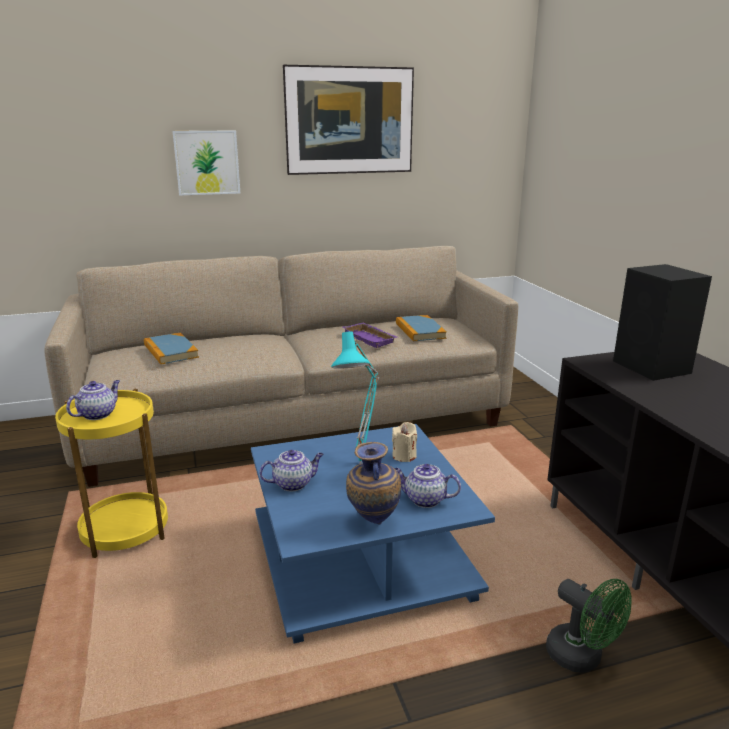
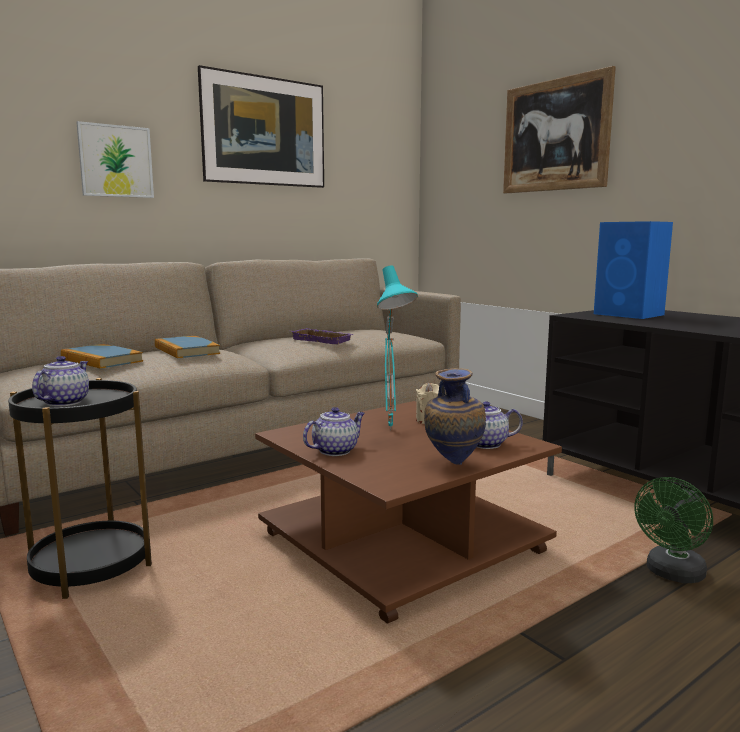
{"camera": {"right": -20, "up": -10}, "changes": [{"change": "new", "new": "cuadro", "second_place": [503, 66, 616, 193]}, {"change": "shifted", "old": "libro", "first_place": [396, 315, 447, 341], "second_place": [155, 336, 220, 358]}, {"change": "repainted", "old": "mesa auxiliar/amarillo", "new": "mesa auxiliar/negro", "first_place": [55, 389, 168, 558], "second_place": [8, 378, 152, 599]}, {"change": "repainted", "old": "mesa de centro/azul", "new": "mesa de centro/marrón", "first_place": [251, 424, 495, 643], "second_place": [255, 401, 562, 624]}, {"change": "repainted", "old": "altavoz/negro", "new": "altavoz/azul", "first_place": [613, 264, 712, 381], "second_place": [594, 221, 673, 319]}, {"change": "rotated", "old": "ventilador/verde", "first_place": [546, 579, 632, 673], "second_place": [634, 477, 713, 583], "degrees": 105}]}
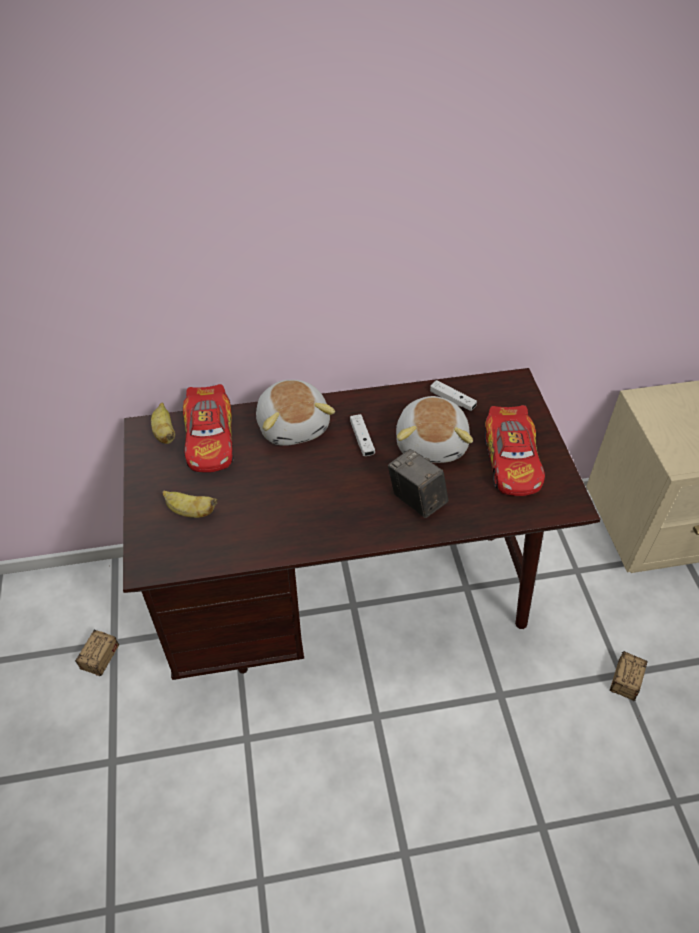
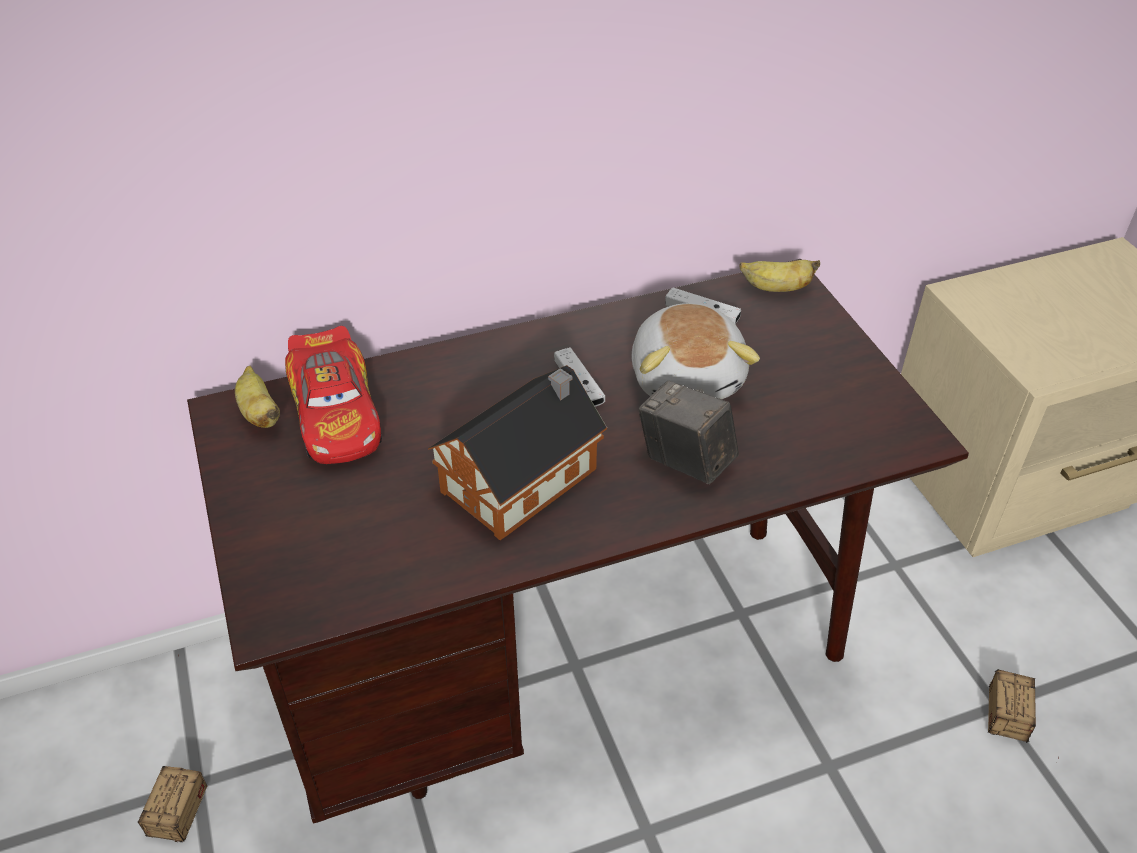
{"camera": {"right": -10, "up": -5}, "changes": [{"change": "gone", "old": "peluche", "first_place": [256, 380, 335, 446]}, {"change": "gone", "old": "coche de juguete", "first_place": [485, 405, 545, 496]}, {"change": "new", "new": "casita", "second_place": [428, 365, 607, 540]}, {"change": "shifted", "old": "plátano", "first_place": [163, 491, 217, 518], "second_place": [740, 260, 820, 292]}]}
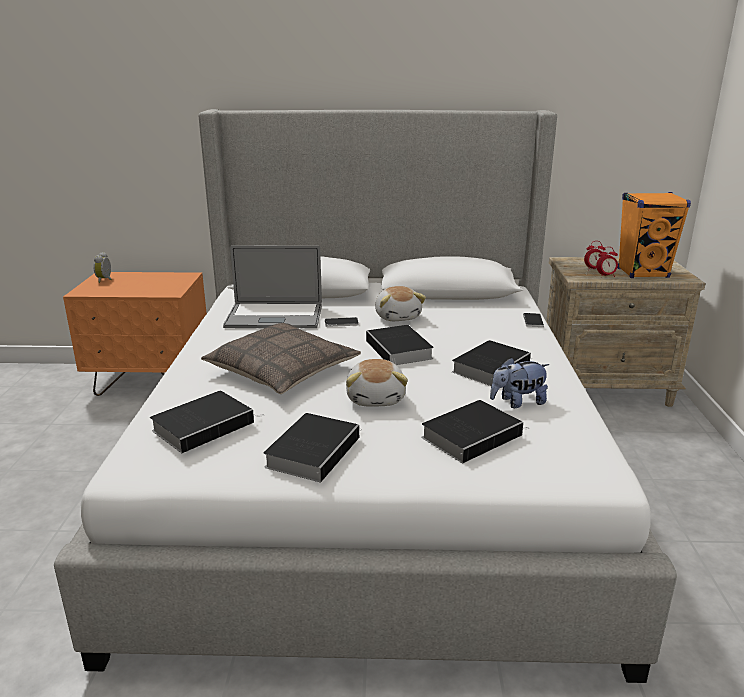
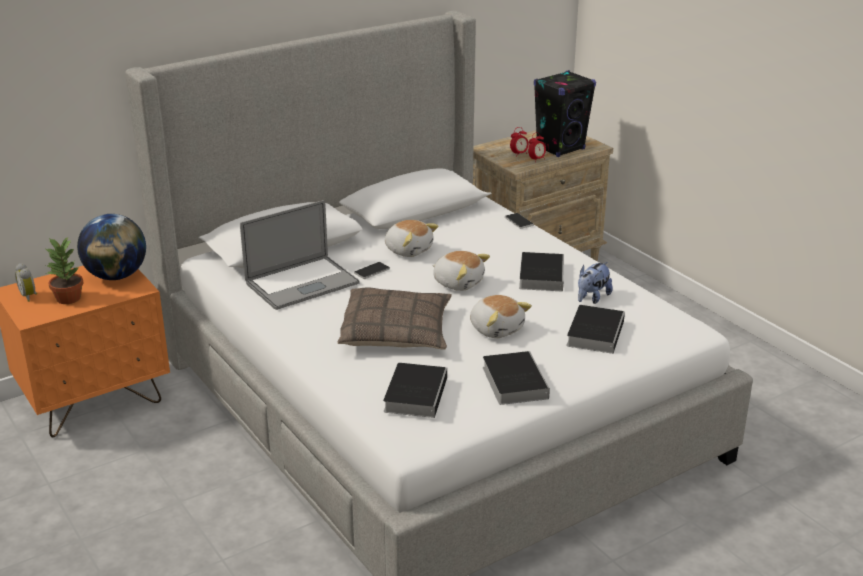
{"camera": {"right": -35, "up": 5}, "changes": [{"change": "new", "new": "planta en maceta", "second_place": [46, 237, 84, 304]}, {"change": "new", "new": "globo terráqueo", "second_place": [77, 214, 146, 280]}, {"change": "swapped", "old": "libro", "new": "peluche", "first_place": [366, 325, 434, 365], "second_place": [432, 251, 490, 291]}, {"change": "repainted", "old": "altavoz/naranja", "new": "altavoz/negro", "first_place": [618, 192, 691, 278], "second_place": [534, 70, 596, 157]}]}
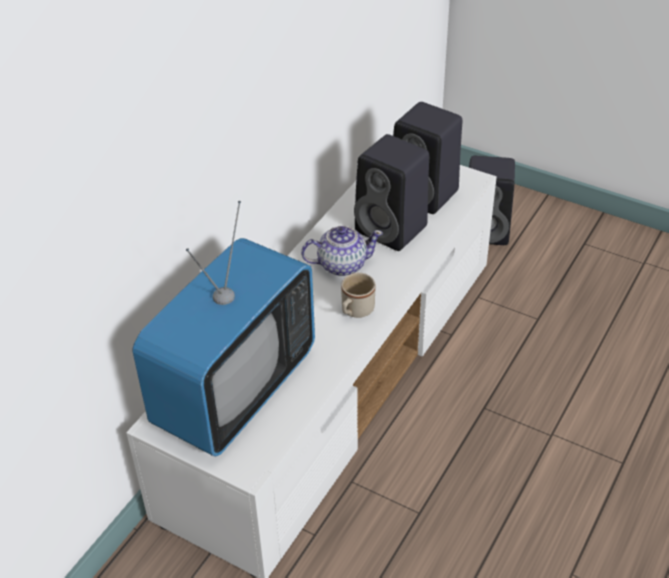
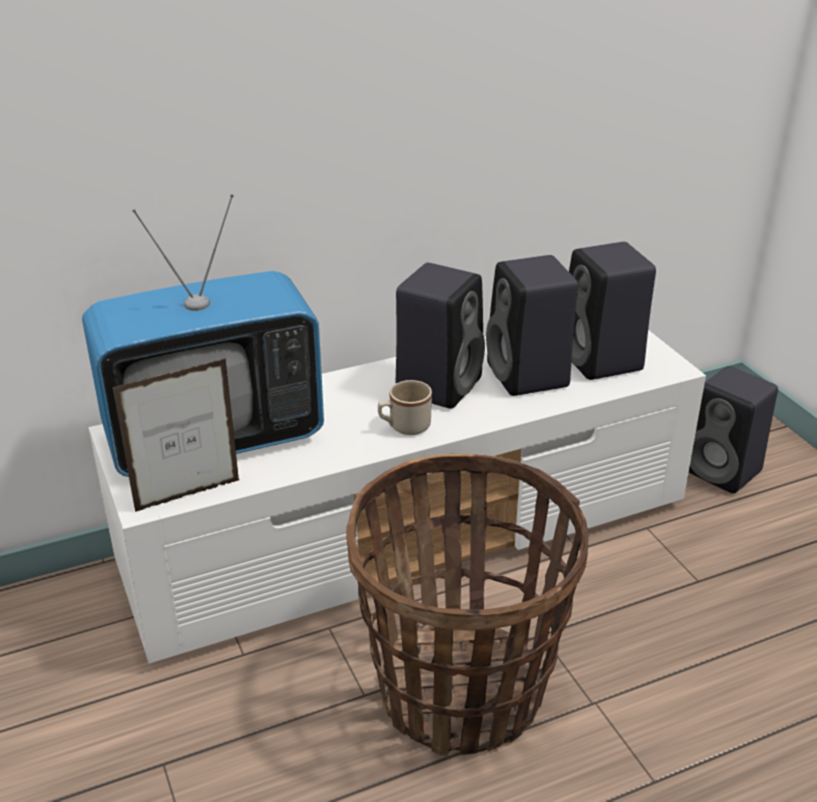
{"camera": {"right": 35, "up": -10}, "changes": [{"change": "new", "new": "portarretratos", "second_place": [113, 358, 239, 512]}, {"change": "new", "new": "cesta", "second_place": [346, 454, 589, 757]}, {"change": "swapped", "old": "tetera", "new": "altavoz/negro", "first_place": [301, 226, 383, 276], "second_place": [395, 263, 485, 409]}]}
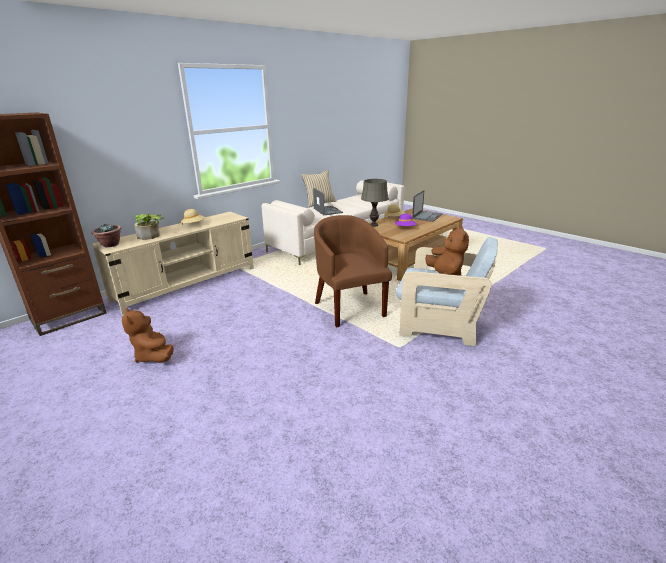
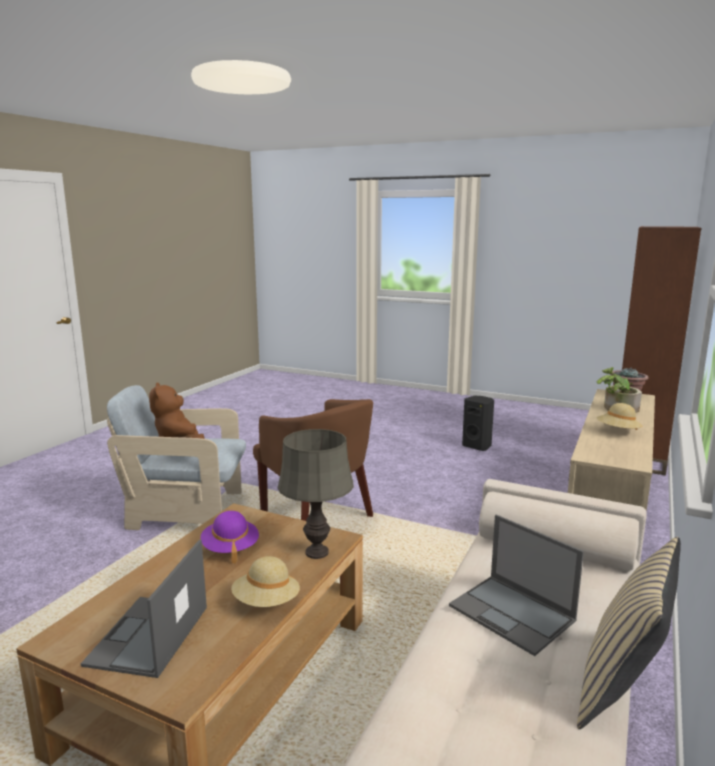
{"camera": {"right": 160, "up": -10}, "changes": [{"change": "swapped", "old": "peluche/marrón", "new": "altavoz/negro", "first_place": [122, 308, 174, 363], "second_place": [462, 396, 494, 451]}]}
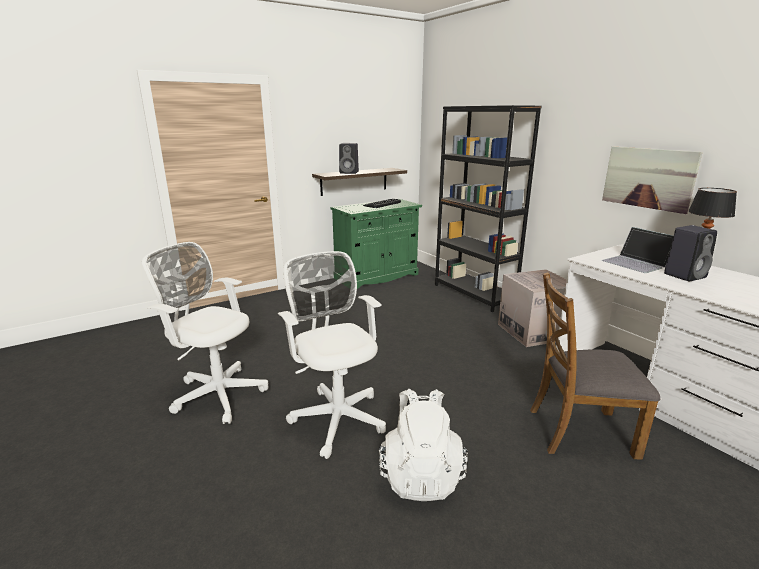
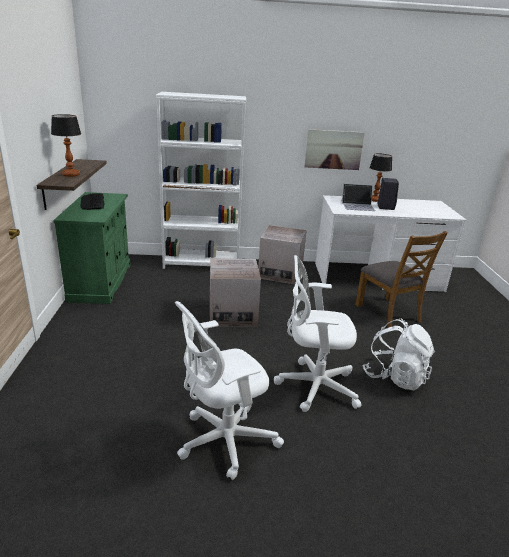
{"camera": {"right": -60, "up": 5}, "changes": [{"change": "new", "new": "caja de cartón", "second_place": [210, 259, 261, 327]}, {"change": "swapped", "old": "altavoz/negro", "new": "lámpara de mesa", "first_place": [339, 143, 359, 174], "second_place": [51, 114, 81, 177]}, {"change": "repainted", "old": "estantería/negro", "new": "estantería/blanco", "first_place": [435, 105, 542, 312], "second_place": [156, 92, 246, 269]}, {"change": "rotated", "old": "silla/marrón", "first_place": [530, 272, 660, 460], "second_place": [355, 231, 448, 328], "degrees": -60}]}
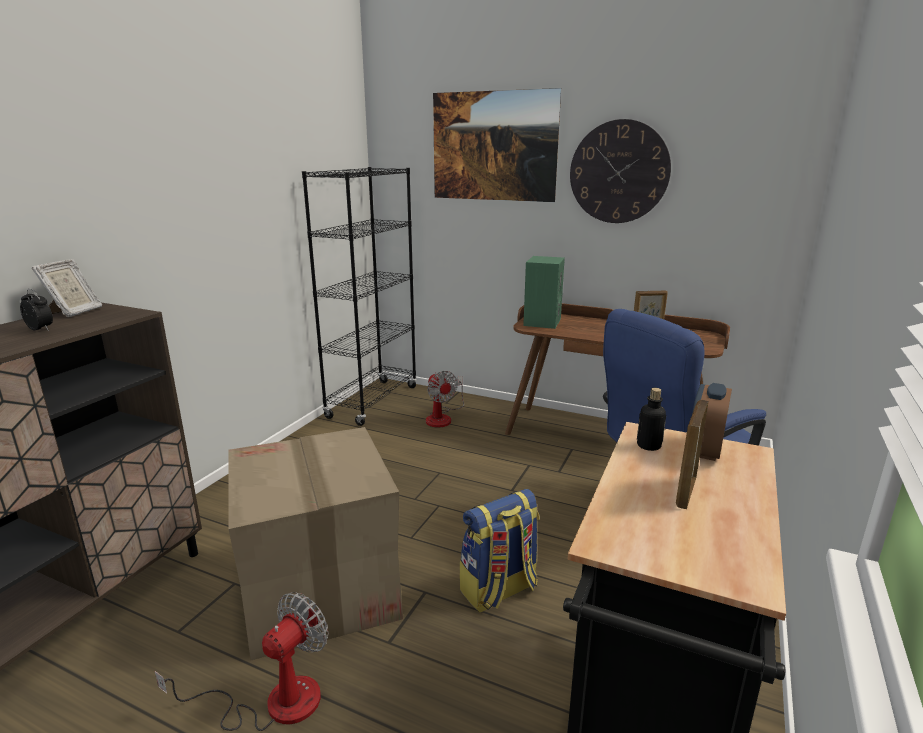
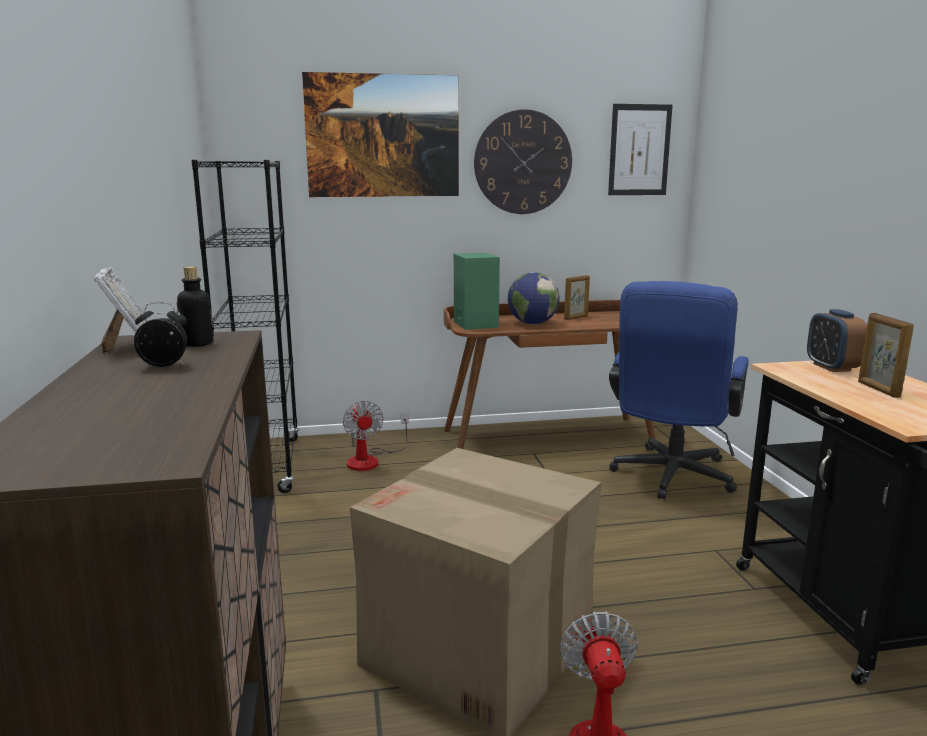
{"camera": {"right": -35, "up": -5}, "changes": [{"change": "gone", "old": "mochila", "first_place": [460, 489, 540, 613]}, {"change": "new", "new": "globo terráqueo", "second_place": [508, 272, 560, 325]}, {"change": "new", "new": "cuadro", "second_place": [608, 104, 673, 195]}, {"change": "shifted", "old": "botella", "first_place": [637, 388, 666, 451], "second_place": [177, 266, 214, 347]}, {"change": "rotated", "old": "ventilador", "first_place": [426, 371, 464, 428], "second_place": [343, 401, 408, 471], "degrees": 45}]}
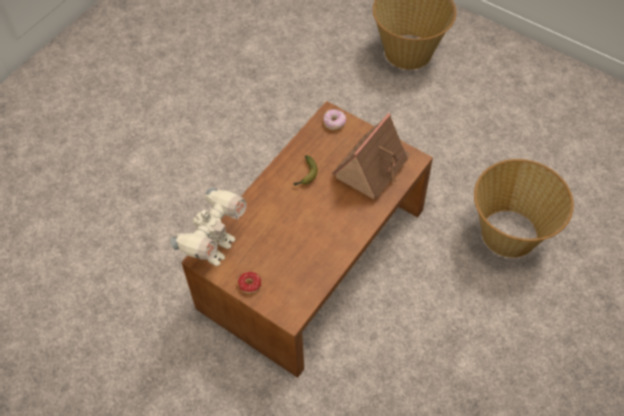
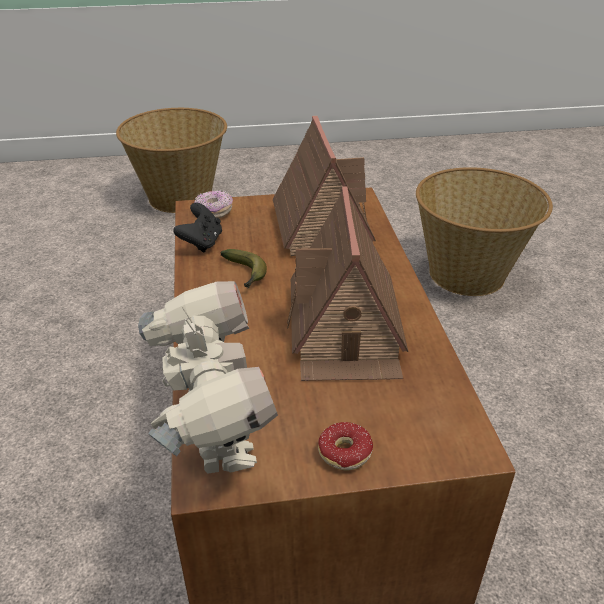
{"camera": {"right": -45, "up": -20}, "changes": [{"change": "new", "new": "mando de consola/negro", "second_place": [173, 203, 222, 252]}, {"change": "new", "new": "casita", "second_place": [287, 186, 408, 381]}]}
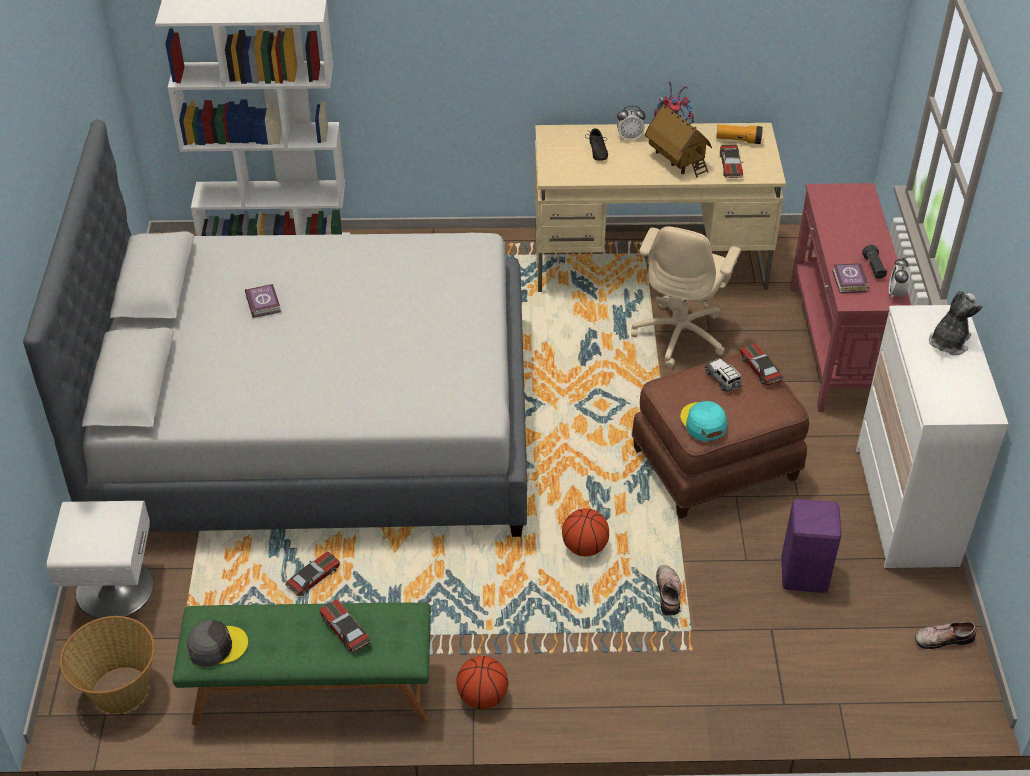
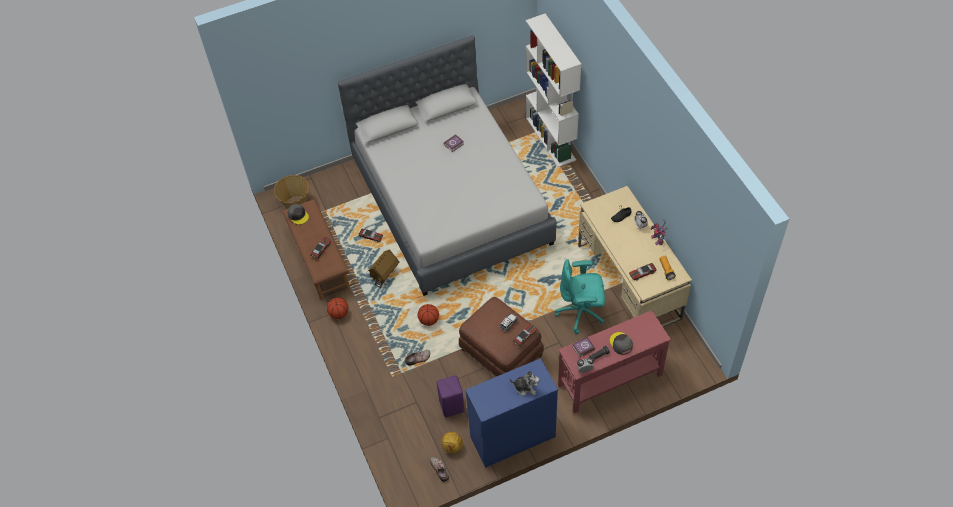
{"camera": {"right": 70, "up": 10}, "changes": [{"change": "gone", "old": "mesita de noche/blanco", "first_place": [47, 501, 154, 619]}, {"change": "gone", "old": "gorra/turquesa", "first_place": [680, 401, 727, 441]}, {"change": "new", "new": "balón de fútbol", "second_place": [441, 432, 463, 454]}, {"change": "new", "new": "gorra/gris", "second_place": [610, 332, 633, 355]}, {"change": "shifted", "old": "casita", "first_place": [645, 104, 712, 177], "second_place": [367, 250, 399, 288]}, {"change": "repainted", "old": "banco/verde", "new": "banco/marrón", "first_place": [172, 603, 431, 726], "second_place": [282, 199, 350, 300]}, {"change": "repainted", "old": "silla de oficina/beis", "new": "silla de oficina/turquesa", "first_place": [631, 226, 741, 368], "second_place": [555, 259, 605, 334]}, {"change": "repainted", "old": "cómoda/blanco", "new": "cómoda/azul", "first_place": [856, 305, 1008, 568], "second_place": [465, 358, 558, 468]}]}
